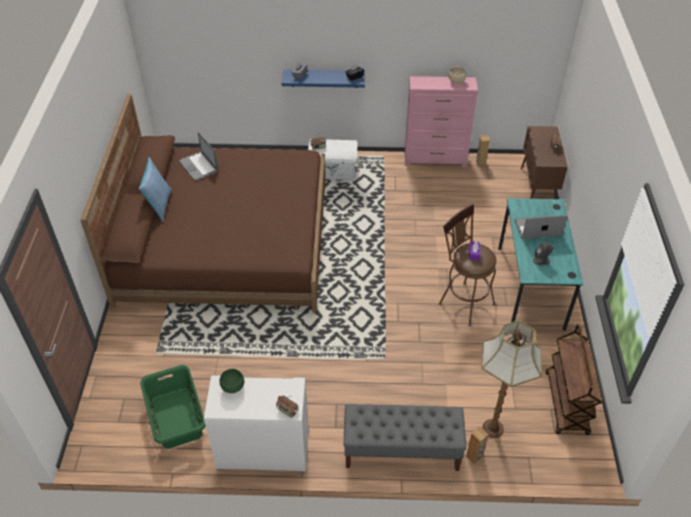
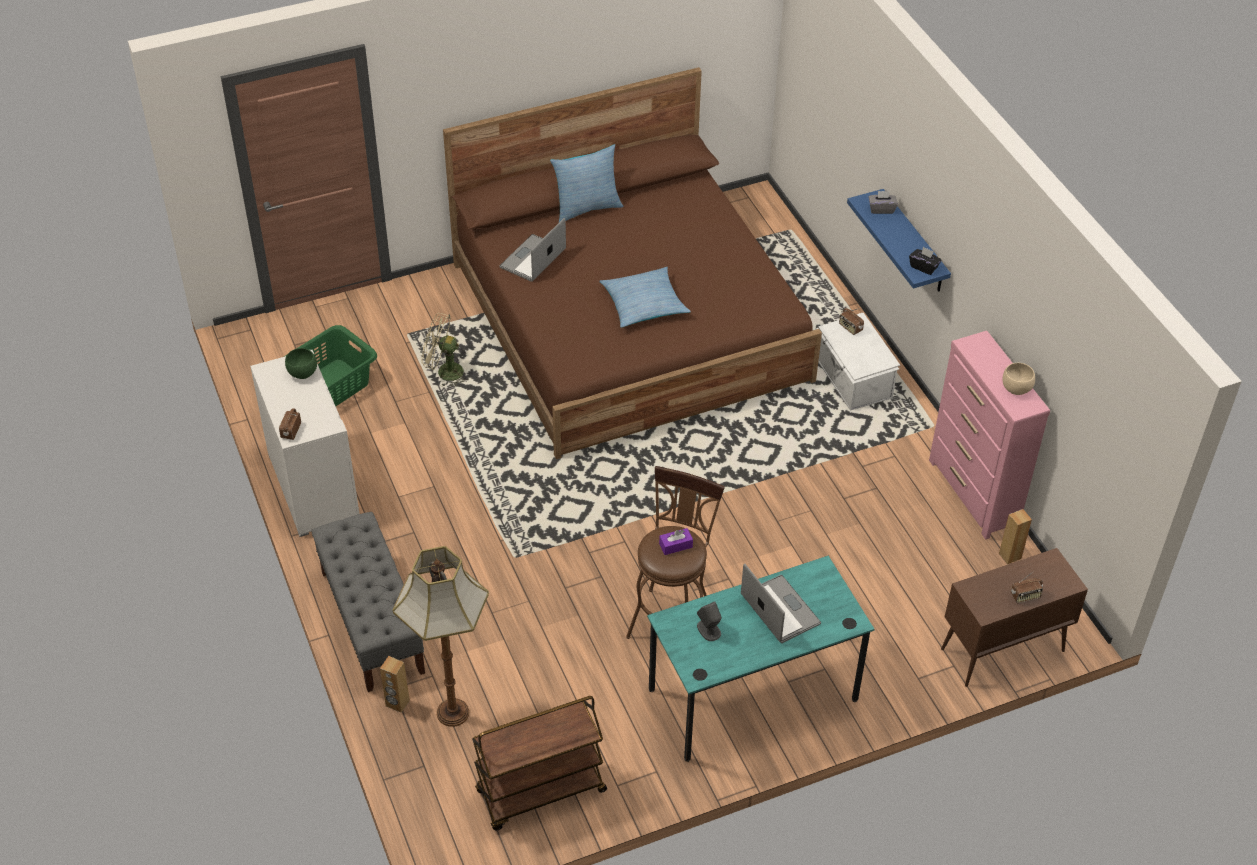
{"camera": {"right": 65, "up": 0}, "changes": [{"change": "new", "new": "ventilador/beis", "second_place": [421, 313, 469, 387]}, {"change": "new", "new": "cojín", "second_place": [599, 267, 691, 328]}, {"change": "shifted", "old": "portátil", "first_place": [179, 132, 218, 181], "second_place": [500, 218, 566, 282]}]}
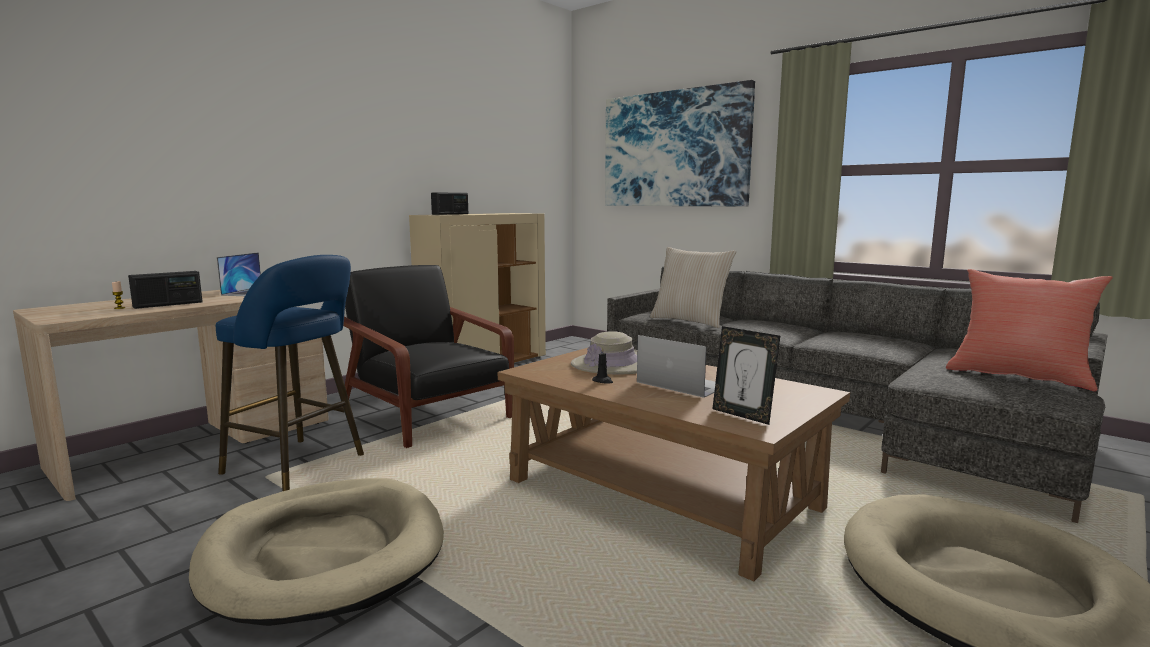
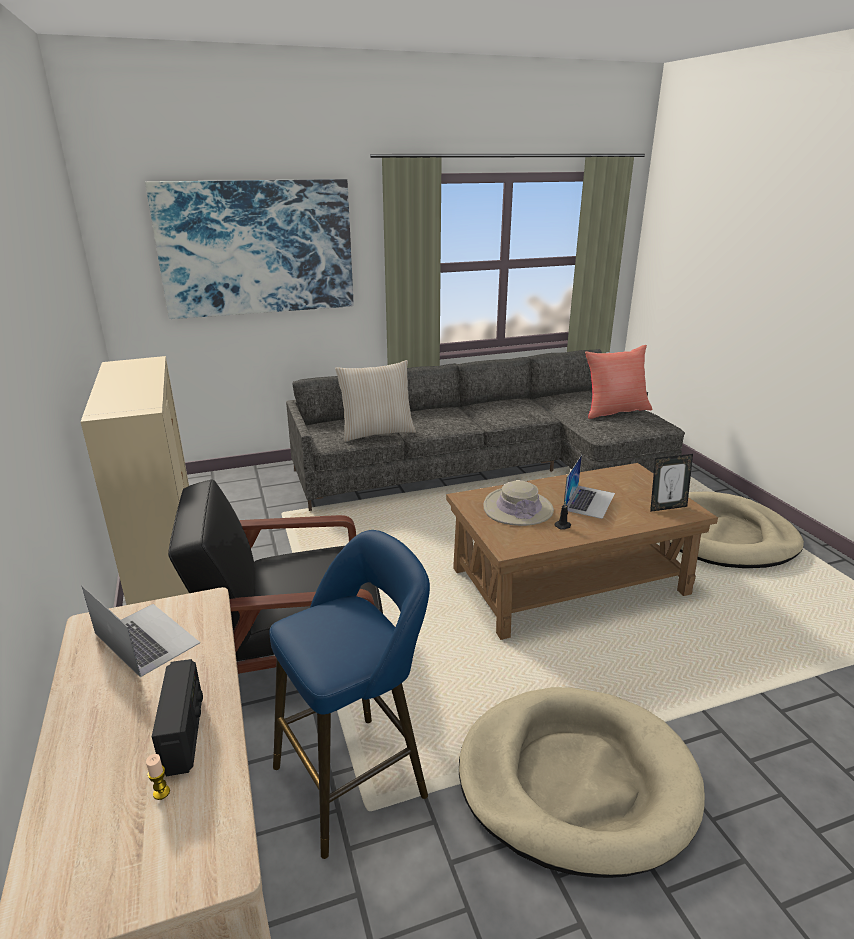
{"camera": {"right": -60, "up": 15}, "changes": [{"change": "gone", "old": "radio", "first_place": [431, 192, 468, 215]}, {"change": "rotated", "old": "portátil", "first_place": [637, 335, 715, 398], "second_place": [564, 455, 615, 519], "degrees": 135}]}
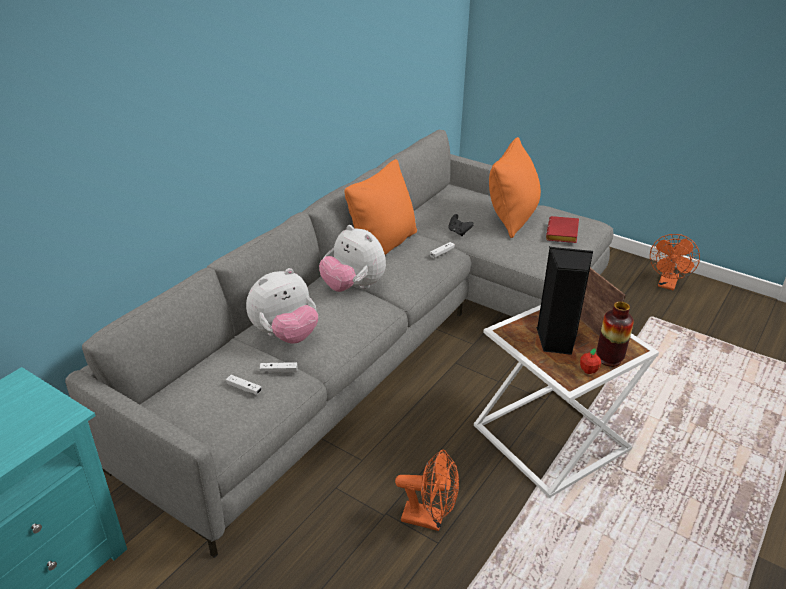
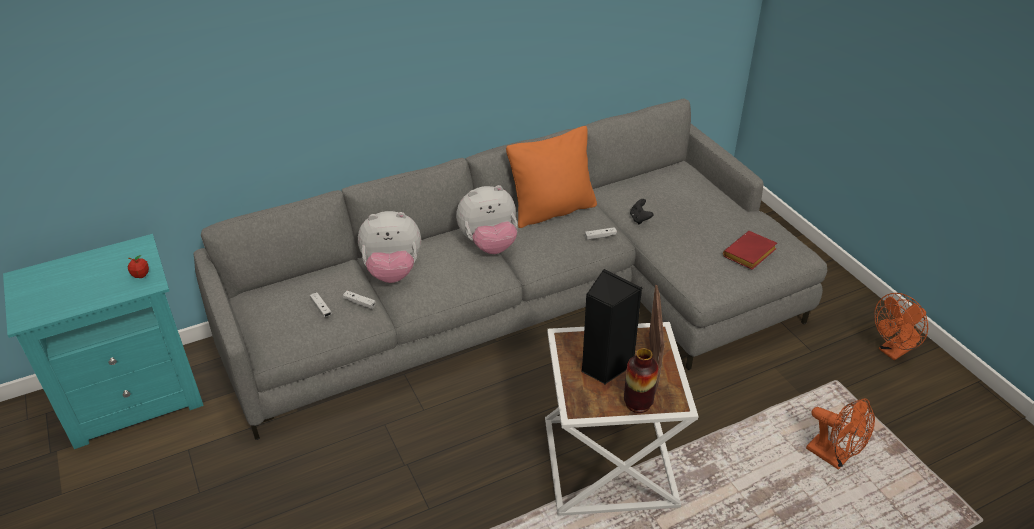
{"camera": {"right": 30, "up": 5}, "changes": [{"change": "gone", "old": "cojín/naranja", "first_place": [489, 137, 541, 238]}, {"change": "shifted", "old": "ventilador/naranja", "first_place": [395, 449, 459, 531], "second_place": [806, 398, 875, 470]}, {"change": "shifted", "old": "manzana", "first_place": [580, 348, 601, 374], "second_place": [128, 255, 149, 278]}, {"change": "rotated", "old": "peluche", "first_place": [319, 225, 386, 292], "second_place": [456, 185, 518, 254], "degrees": -90}]}
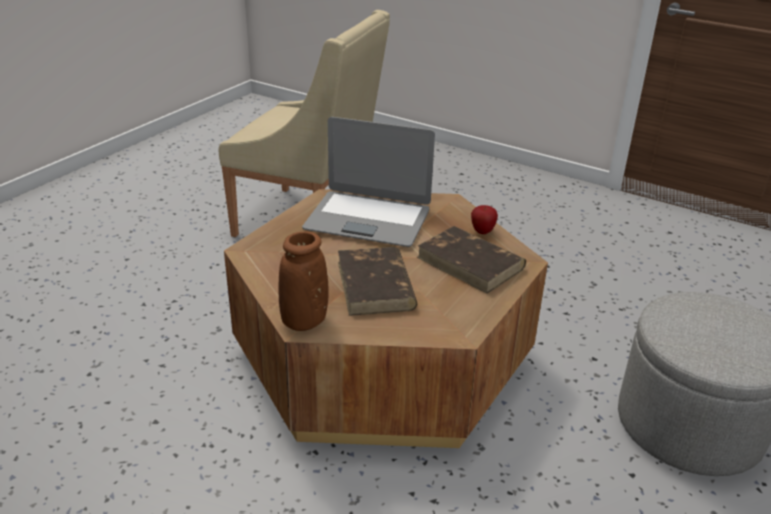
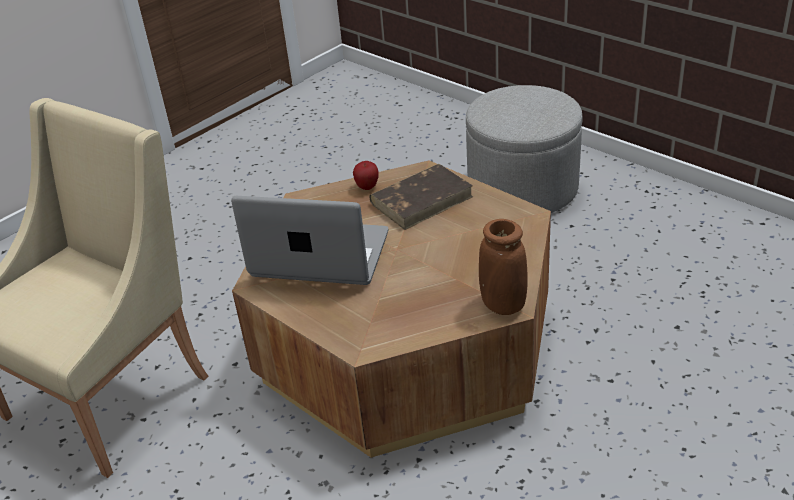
{"camera": {"right": -75, "up": 5}, "changes": [{"change": "gone", "old": "libro/marrón", "first_place": [338, 247, 417, 316]}, {"change": "rotated", "old": "portátil", "first_place": [302, 117, 435, 247], "second_place": [231, 196, 388, 285], "degrees": -105}]}
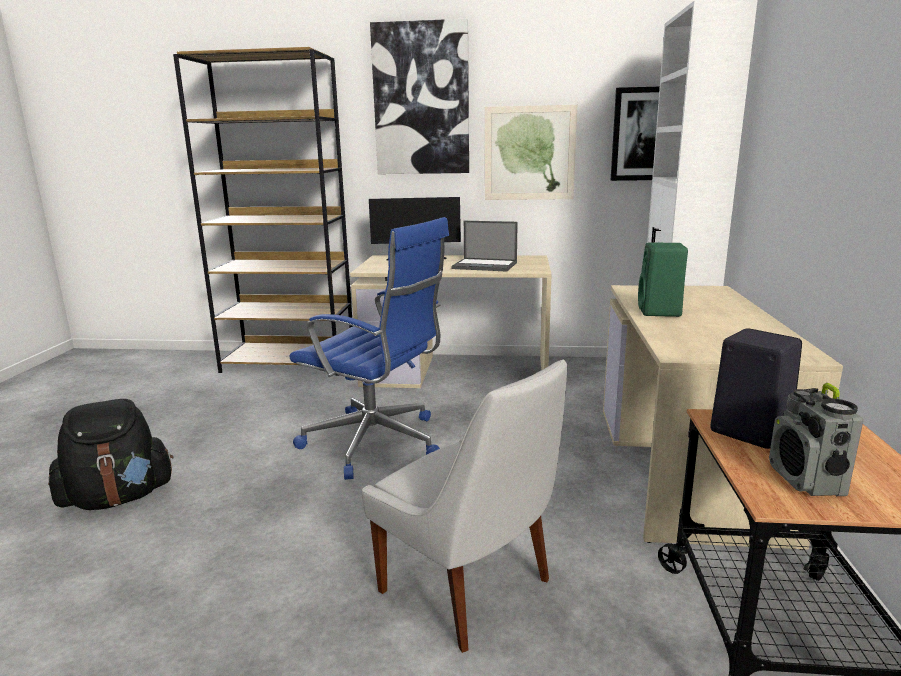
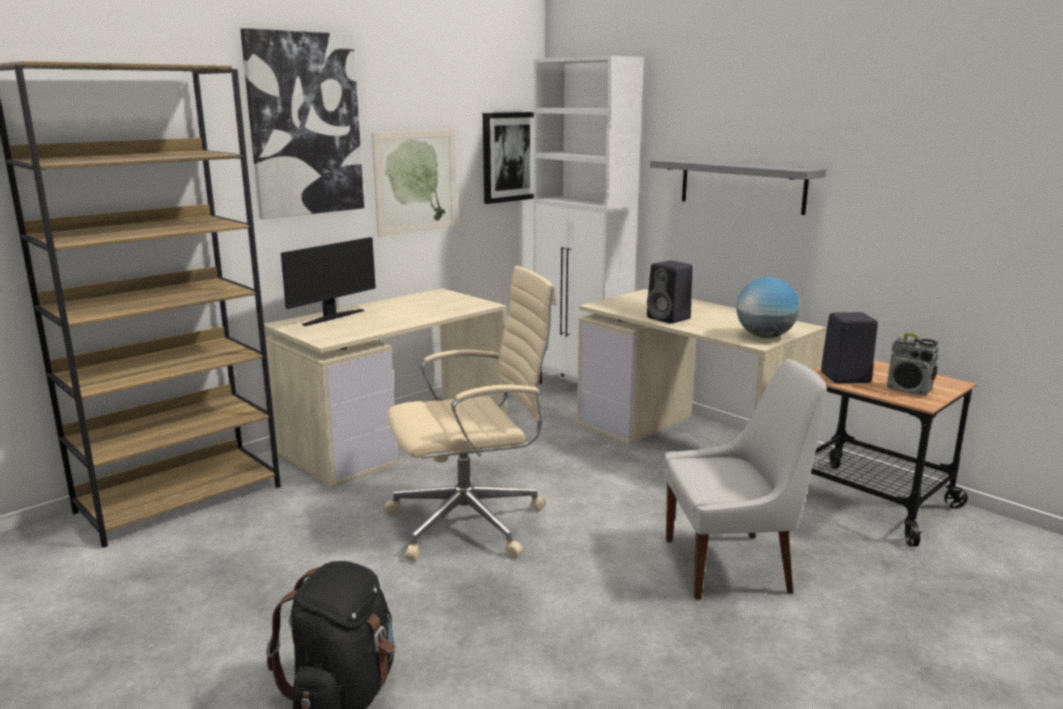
{"camera": {"right": -50, "up": 0}, "changes": [{"change": "gone", "old": "portátil", "first_place": [451, 221, 518, 272]}, {"change": "new", "new": "estante/gris", "second_place": [650, 158, 826, 215]}, {"change": "new", "new": "globo terráqueo", "second_place": [737, 277, 800, 338]}, {"change": "repainted", "old": "silla de oficina/azul", "new": "silla de oficina/beis", "first_place": [290, 217, 449, 480], "second_place": [384, 266, 557, 561]}, {"change": "repainted", "old": "altavoz/verde", "new": "altavoz/negro", "first_place": [638, 243, 688, 317], "second_place": [647, 260, 693, 324]}]}
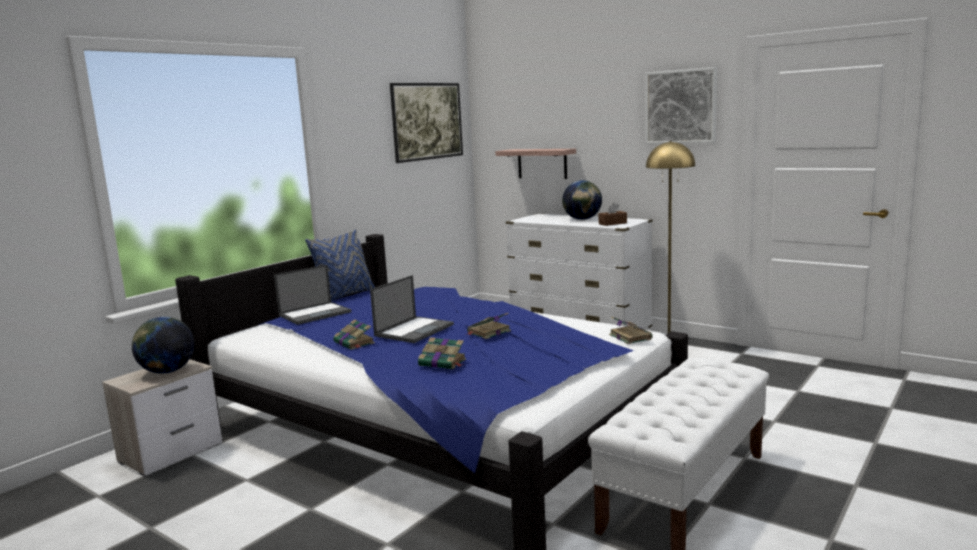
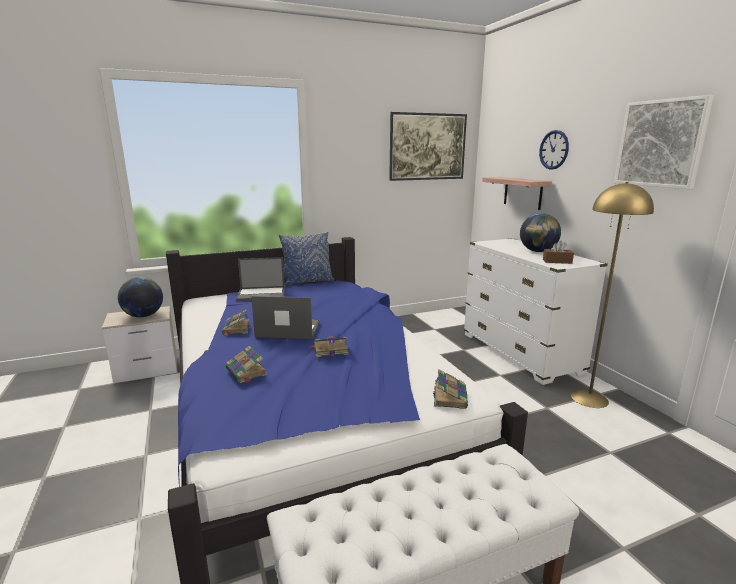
{"camera": {"right": 30, "up": 5}, "changes": [{"change": "new", "new": "reloj de pared", "second_place": [539, 130, 569, 170]}, {"change": "rotated", "old": "portátil", "first_place": [370, 275, 454, 343], "second_place": [251, 296, 320, 339], "degrees": -150}]}
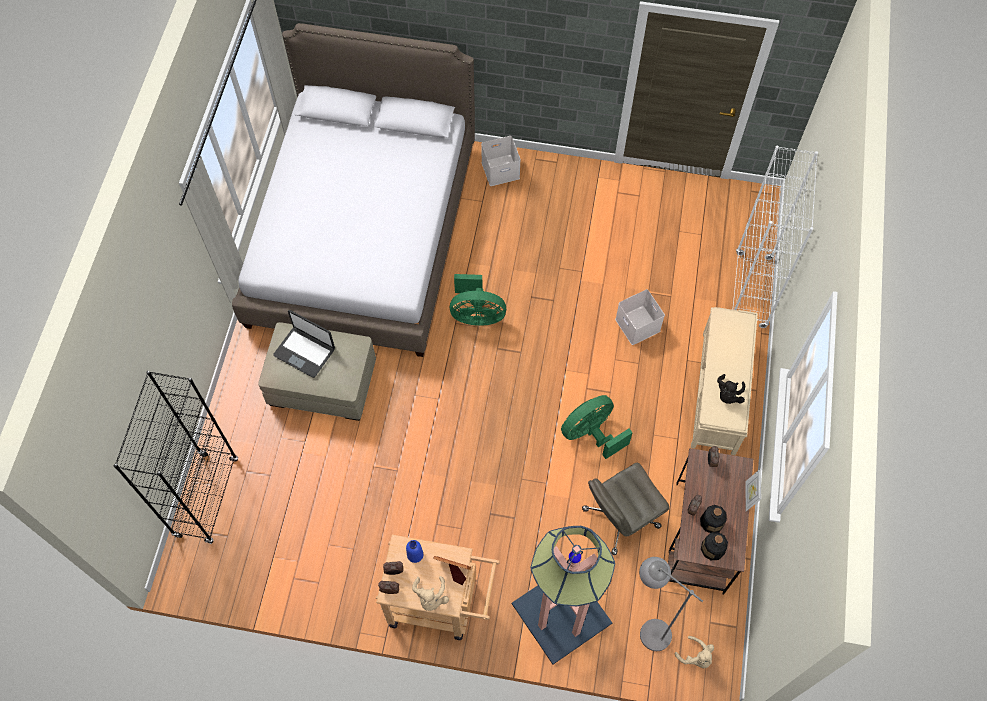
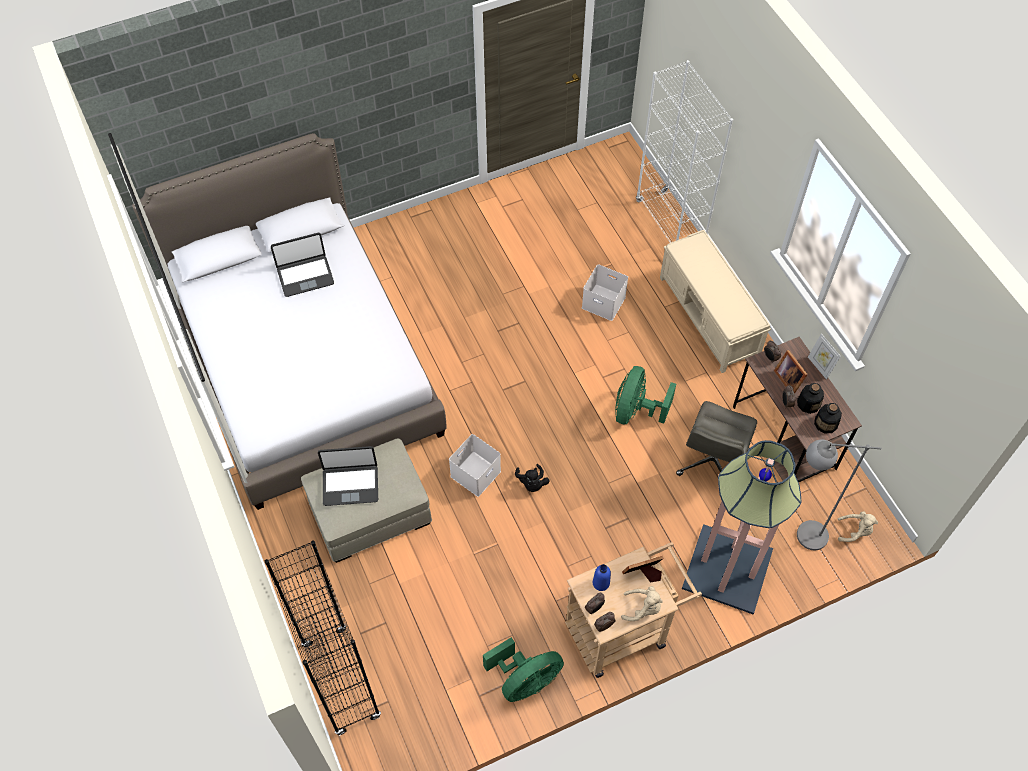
{"camera": {"right": -35, "up": -5}, "changes": [{"change": "new", "new": "portátil", "second_place": [271, 233, 334, 297]}, {"change": "new", "new": "portarretratos", "second_place": [774, 350, 808, 394]}, {"change": "shifted", "old": "ventilador/verde", "first_place": [450, 274, 506, 326], "second_place": [483, 637, 564, 702]}, {"change": "shifted", "old": "caja de almacenaje/blanco", "first_place": [481, 136, 521, 186], "second_place": [449, 434, 501, 497]}, {"change": "shifted", "old": "peluche/negro", "first_place": [717, 374, 745, 404], "second_place": [515, 464, 549, 492]}, {"change": "rotated", "old": "peluche/beis", "first_place": [412, 576, 449, 611], "second_place": [621, 586, 663, 621], "degrees": -45}]}
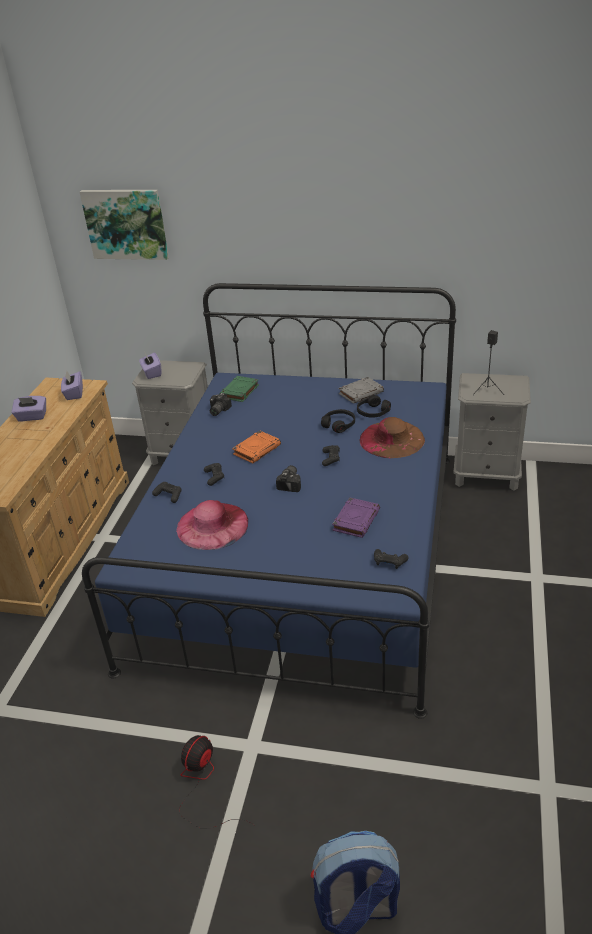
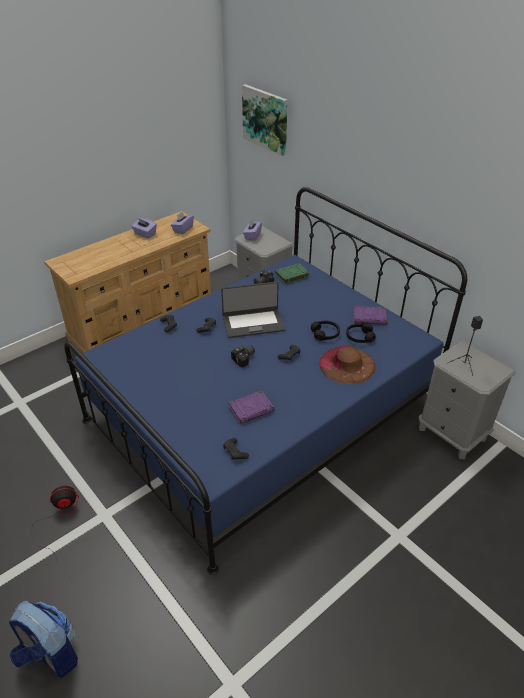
{"camera": {"right": 35, "up": 5}, "changes": [{"change": "gone", "old": "sombrero/rosa", "first_place": [176, 500, 248, 550]}, {"change": "swapped", "old": "libro/naranja", "new": "portátil", "first_place": [232, 430, 281, 463], "second_place": [221, 281, 285, 338]}, {"change": "repainted", "old": "libro/gris", "new": "libro/morado", "first_place": [339, 377, 384, 404], "second_place": [353, 306, 387, 325]}]}
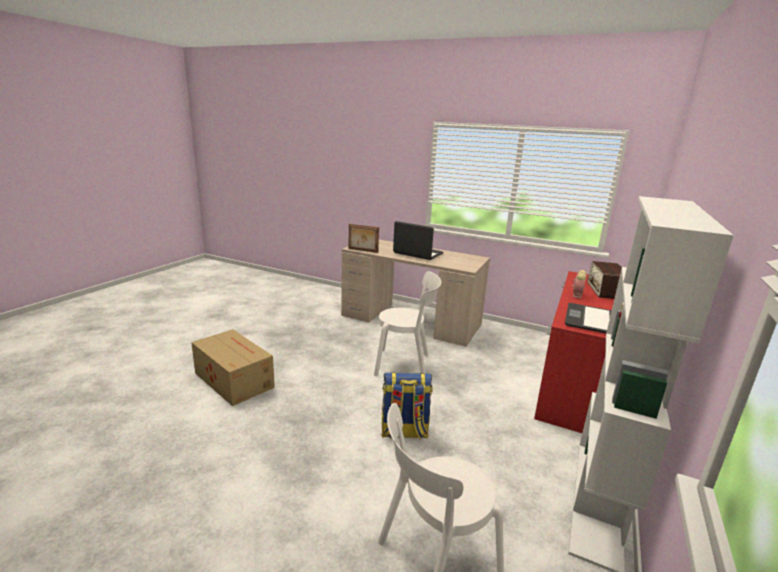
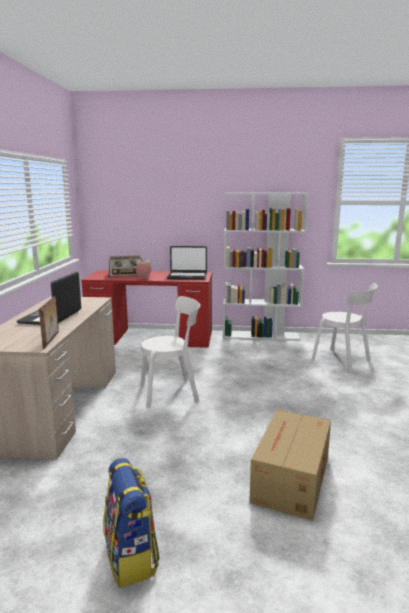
{"camera": {"right": -110, "up": -5}, "changes": [{"change": "shifted", "old": "mochila", "first_place": [381, 372, 433, 439], "second_place": [103, 458, 160, 587]}, {"change": "rotated", "old": "silla/blanco", "first_place": [374, 271, 441, 376], "second_place": [141, 296, 200, 408], "degrees": 90}]}
